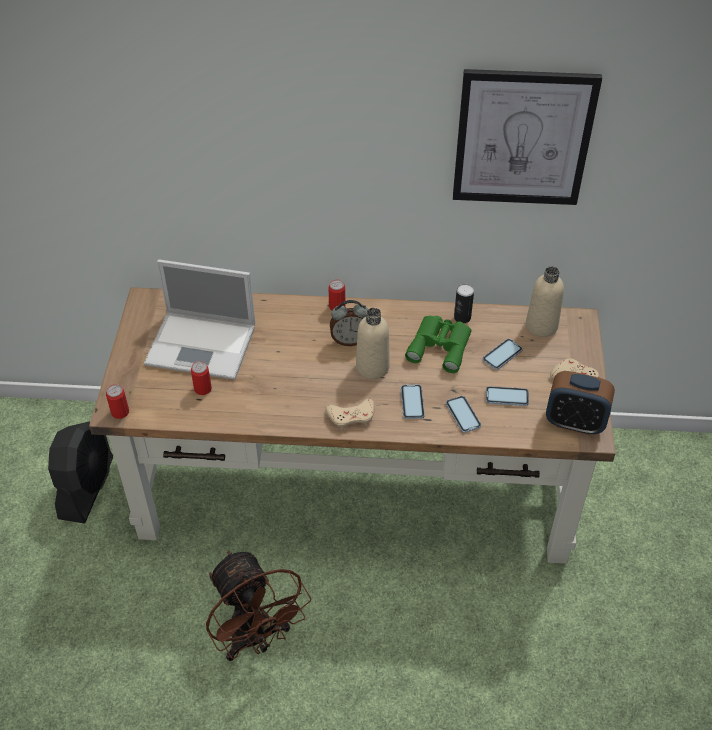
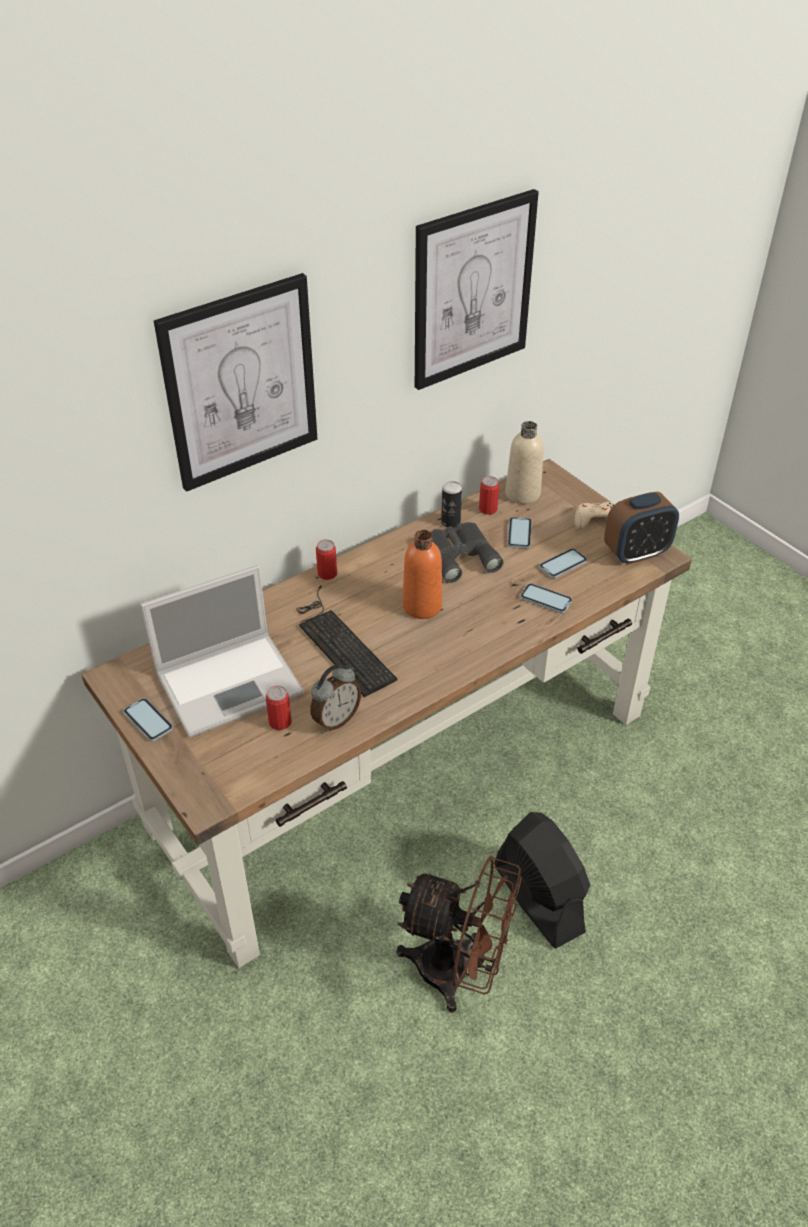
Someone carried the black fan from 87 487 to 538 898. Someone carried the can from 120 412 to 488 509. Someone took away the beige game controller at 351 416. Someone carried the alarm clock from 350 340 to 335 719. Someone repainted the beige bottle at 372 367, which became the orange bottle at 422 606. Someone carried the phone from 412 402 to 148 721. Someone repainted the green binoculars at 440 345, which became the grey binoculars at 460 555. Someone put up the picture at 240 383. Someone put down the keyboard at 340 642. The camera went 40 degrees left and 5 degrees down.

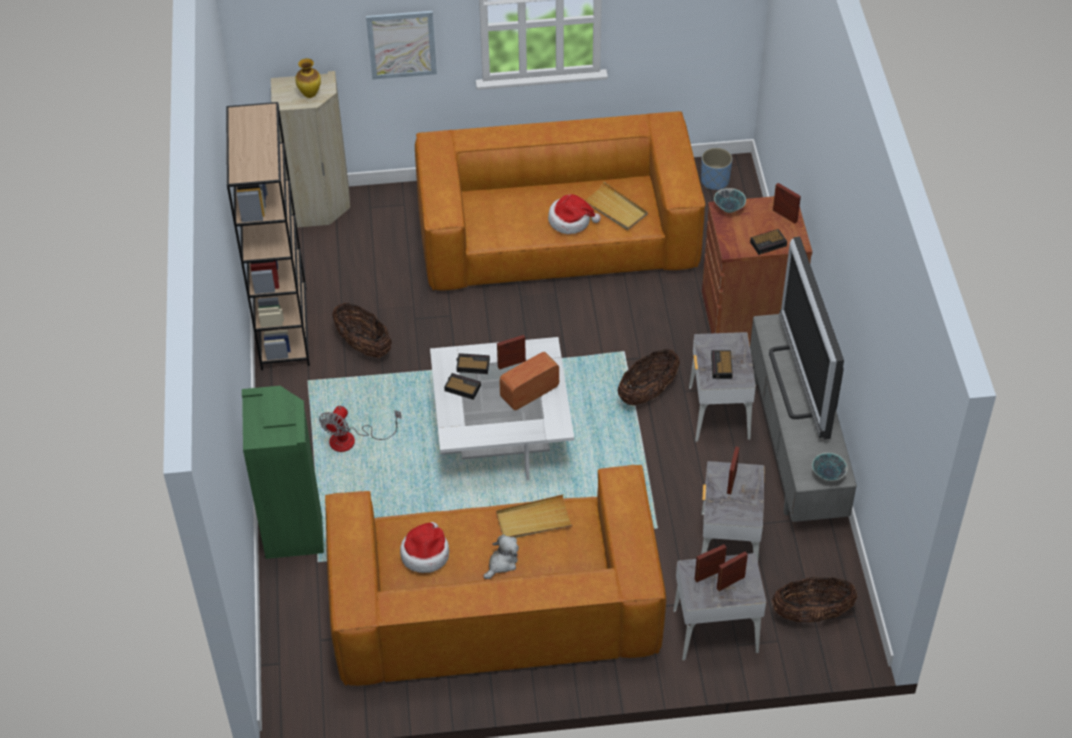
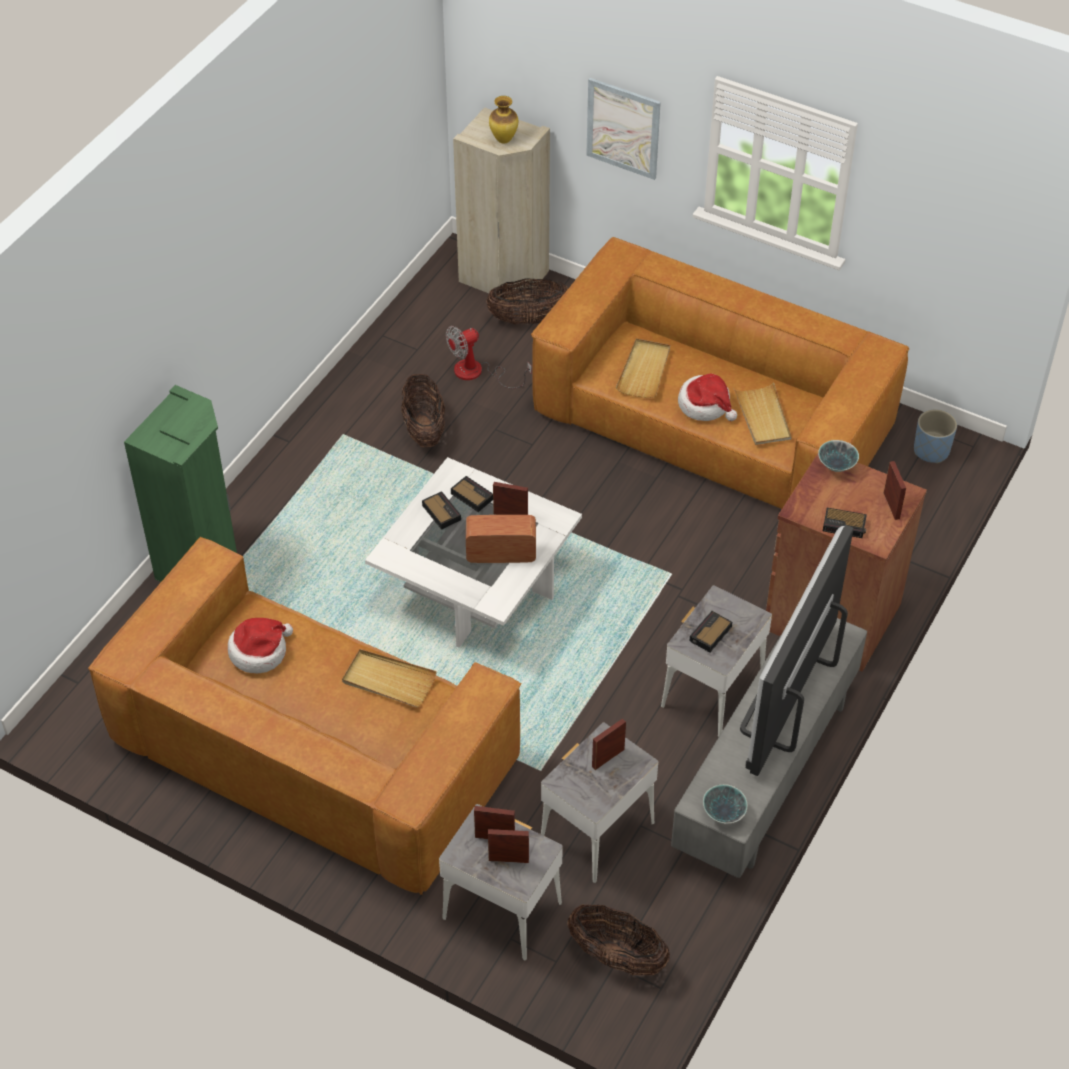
Someone took away the beige bookcase at 283 328. Someone carried the fan from 352 440 to 478 373. Someone took away the plush toy at 502 563. Someone carried the basket from 648 392 to 528 319. Someone put down the beige tray at 644 370. The camera went 35 degrees right and 0 degrees up.

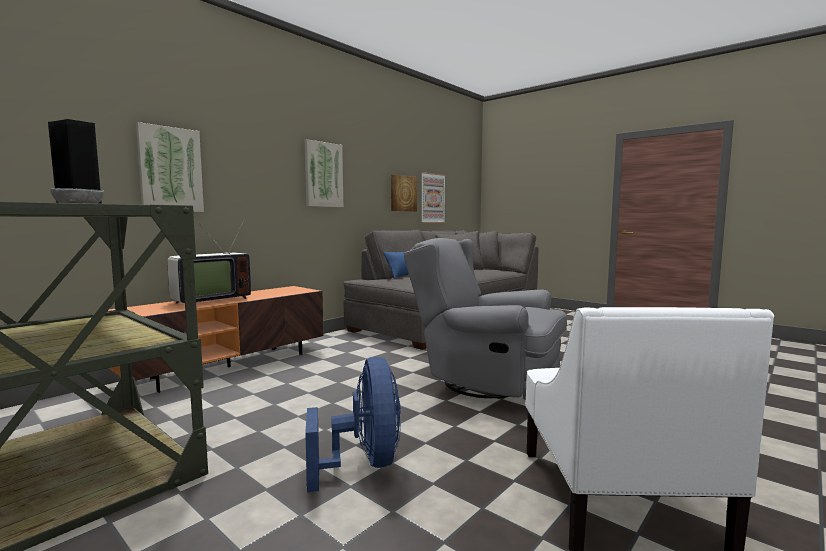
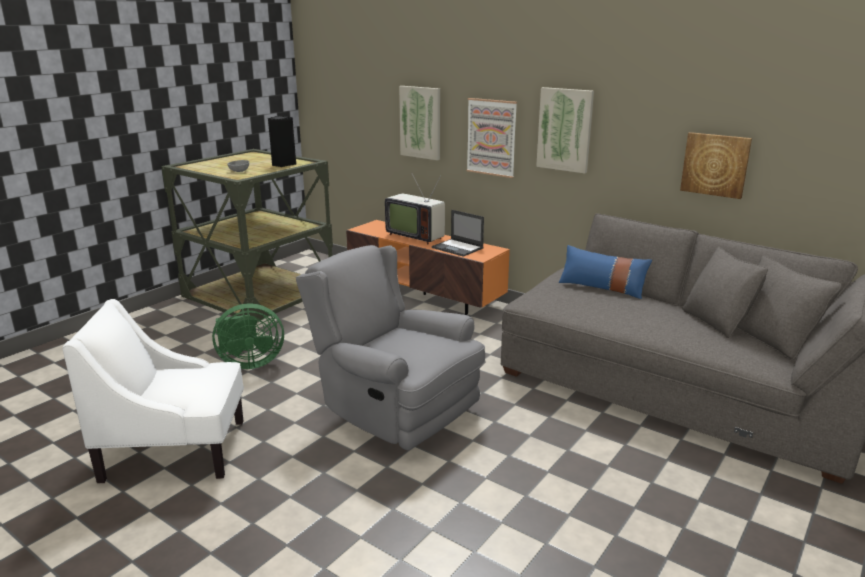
Someone repainted the blue fan at 364 463, which became the green fan at 249 363. Someone rotated the grey armchair at 487 383 by 75 degrees counterclockwise. Someone carried the picture from 432 198 to 491 137. Someone put down the laptop at 458 248. The camera went 85 degrees right and 15 degrees up.

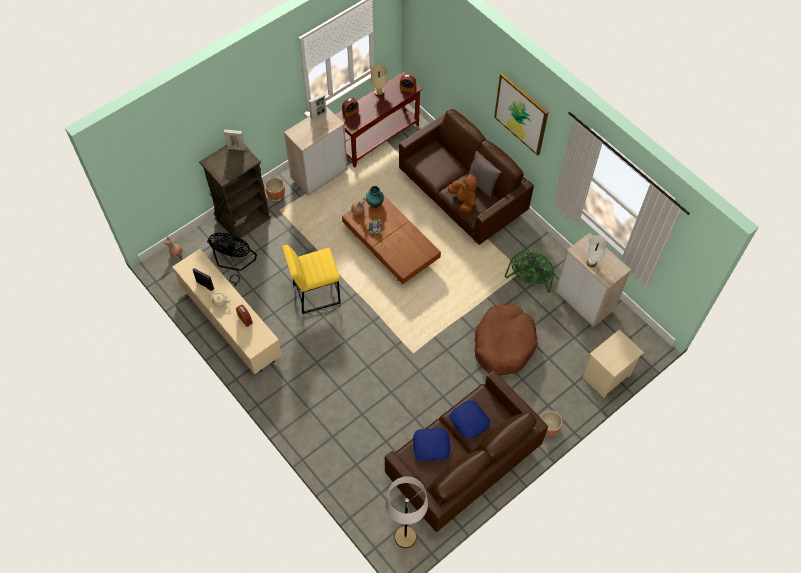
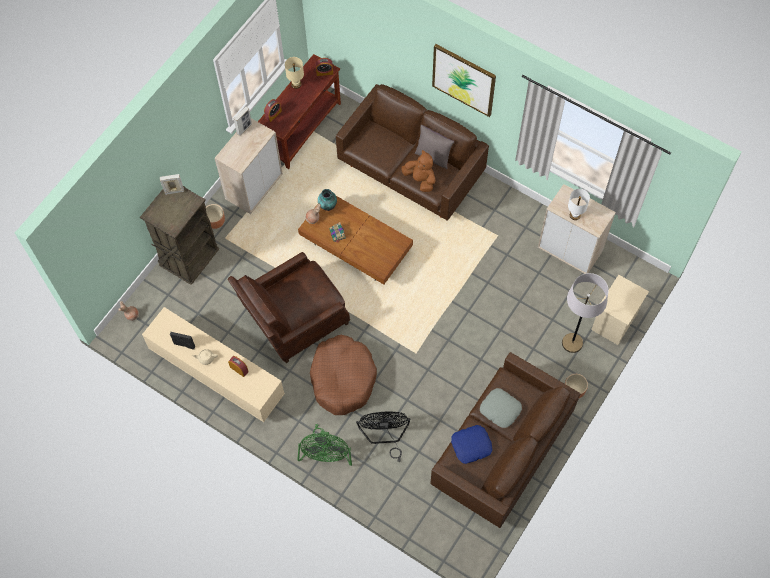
Someone carried the black fan from 233 263 to 386 435. Someone swapped the yellow stool at 315 294 for the brown armchair at 294 319. Someone carried the grey floor lamp from 405 537 to 572 343. Someone repainted the blue pillow at 469 421, which became the grey pillow at 500 409. Someone carried the brown dog bed from 503 344 to 342 378. Someone carried the green fan from 528 277 to 324 452. The camera went 15 degrees left and 5 degrees up.

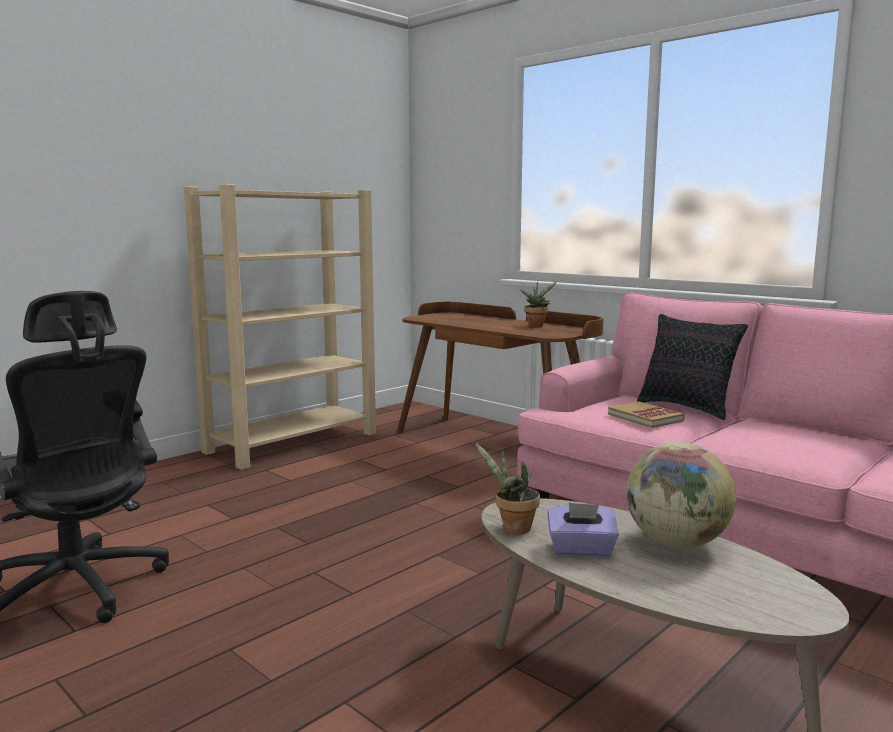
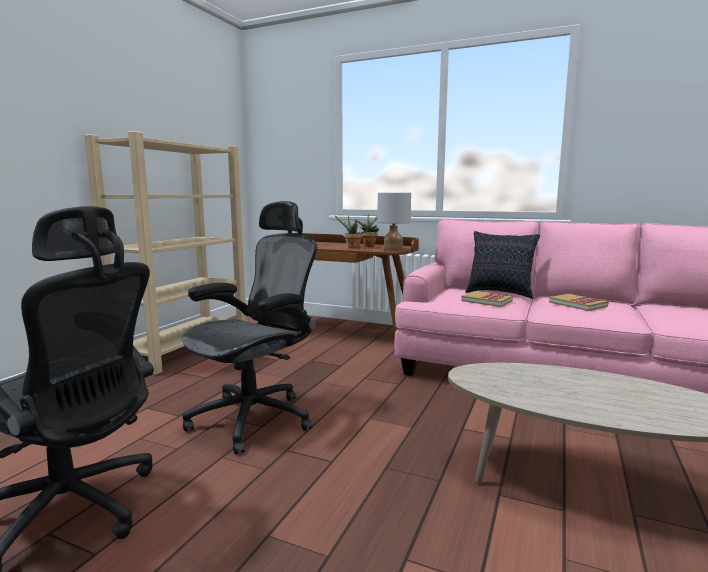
Someone carried the potted plant from 512 528 to 352 247. Someone took away the purple tissue box at 581 550. Someone took away the globe at 676 543. Someone put down the office chair at 256 417. Someone put down the grey table lamp at 393 250. Someone put down the book at 577 304. The camera went 20 degrees left and 0 degrees up.

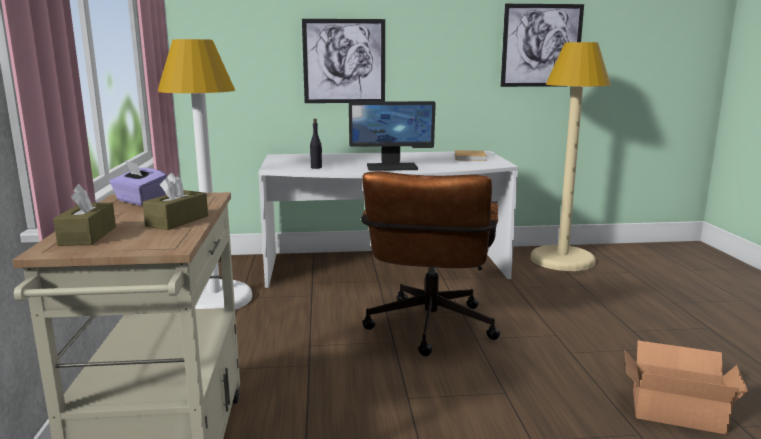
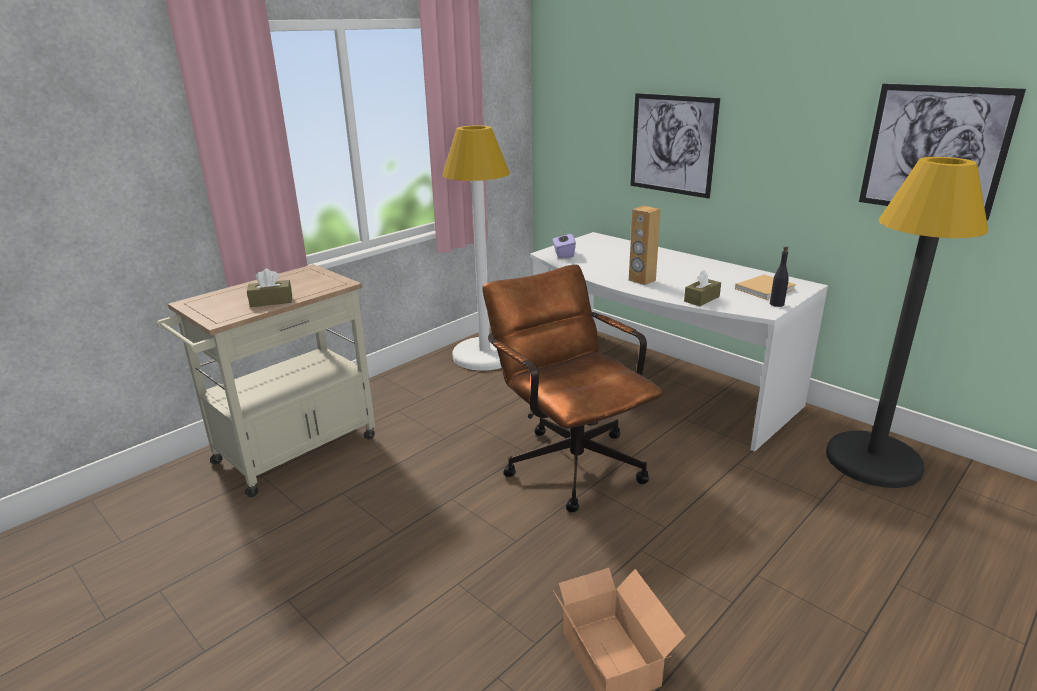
Someone carried the brown tissue box from 88 236 to 701 299. Someone carried the purple tissue box from 140 201 to 563 254. Someone carried the black bottle from 316 167 to 777 304. Someone swapped the monitor at 392 167 for the brown speaker at 641 280. Someone rotated the brown office chair at 429 331 by 90 degrees clockwise. Someone repainted the beige floor lamp at 562 260, which became the black floor lamp at 873 460. The camera went 50 degrees right and 10 degrees up.

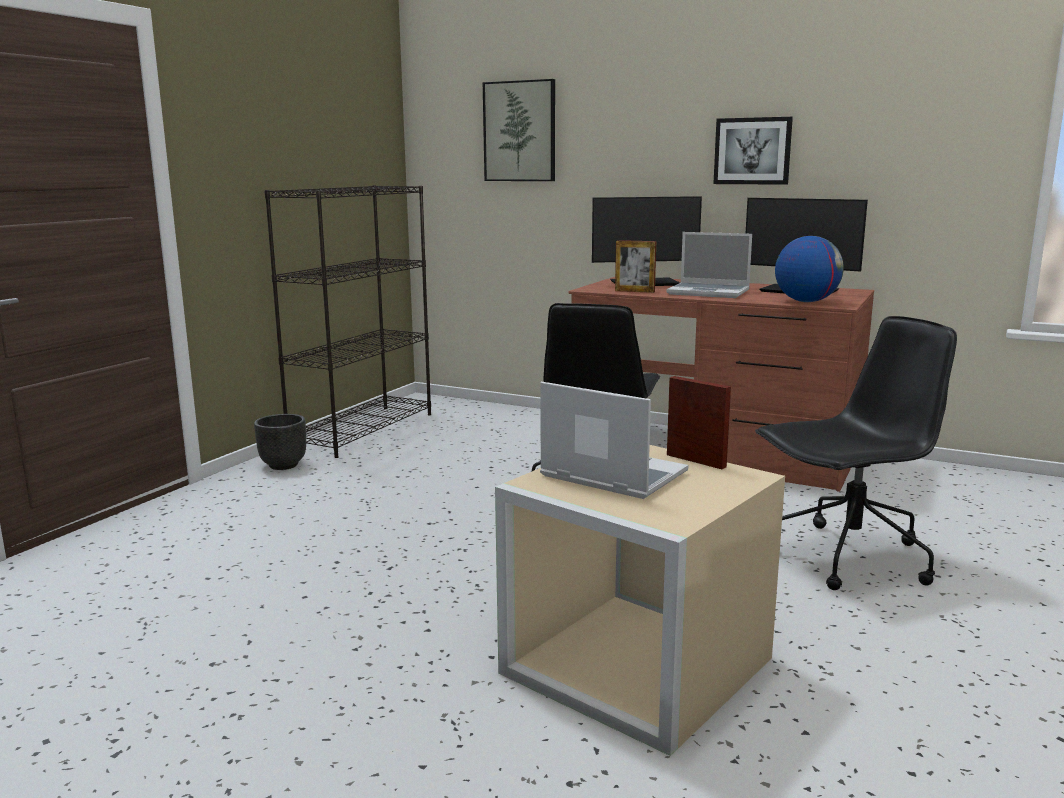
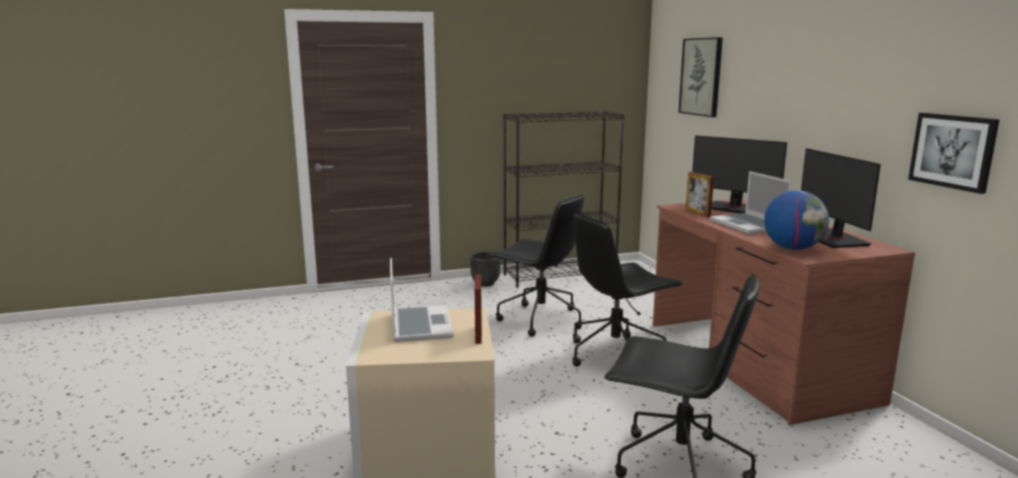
Someone carried the picture from 752 151 to 953 151. Someone put down the black office chair at 537 319. The camera went 45 degrees right and 0 degrees up.

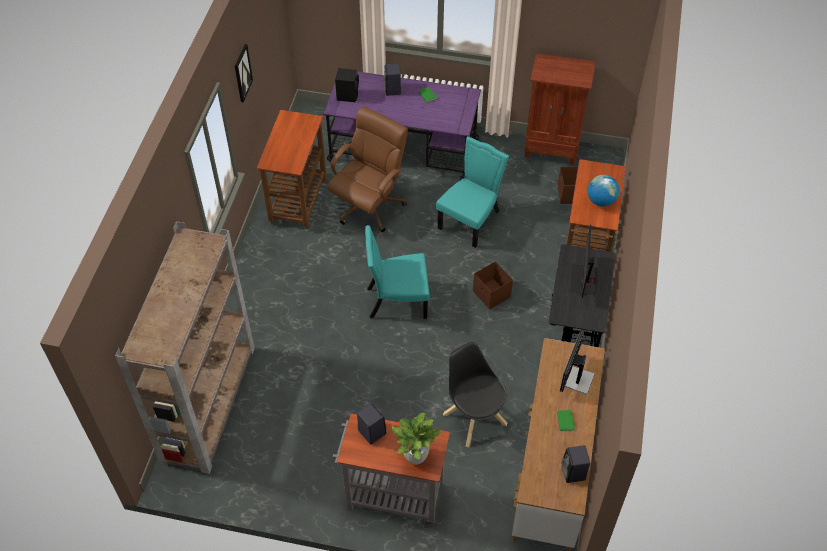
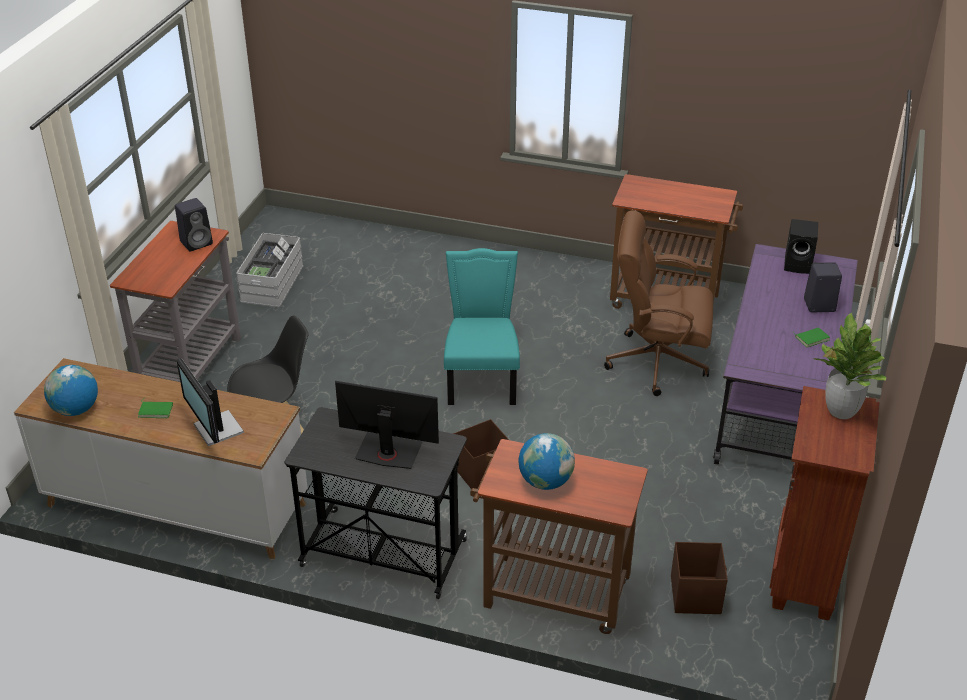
Someone took away the brown bookcase at 209 404. Someone took away the picture at 242 73. Someone rotated the brown office chair at 369 206 by 150 degrees clockwise. Someone carried the potted plant from 415 457 to 841 411. Someone took away the turquoise chair at 469 222. Someone rotated the monitor at 576 380 by 150 degrees counterclockwise. Someone swapped the black speaker at 574 473 for the globe at 75 409. Someone put down the grey storage box at 271 283. The camera went 95 degrees right and 15 degrees down.

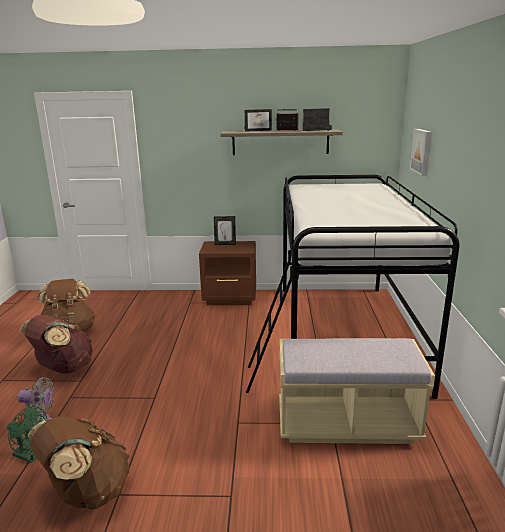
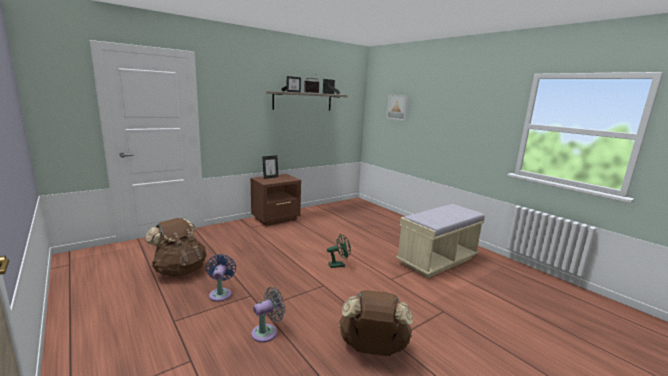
Someone carried the green fan from 31 456 to 339 265. Someone swapped the brown backpack at 63 368 for the blue fan at 221 293. Someone took away the black bed at 341 334. The camera went 40 degrees left and 5 degrees down.

